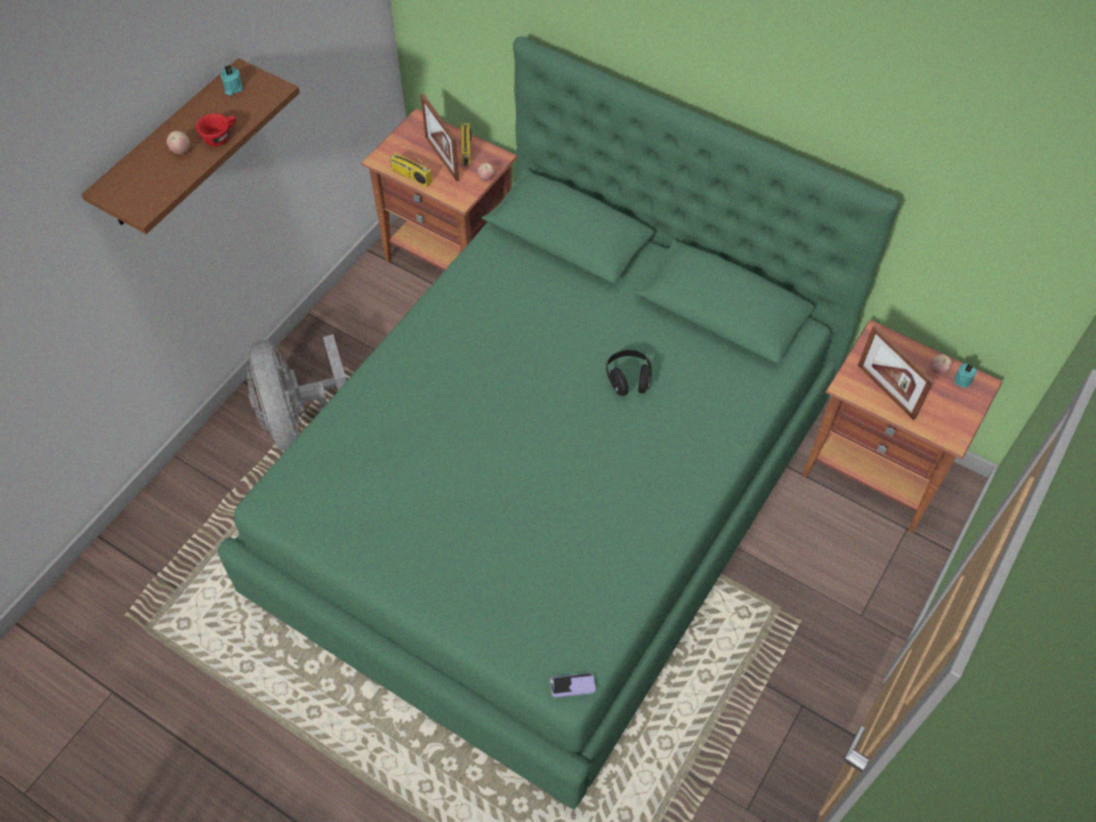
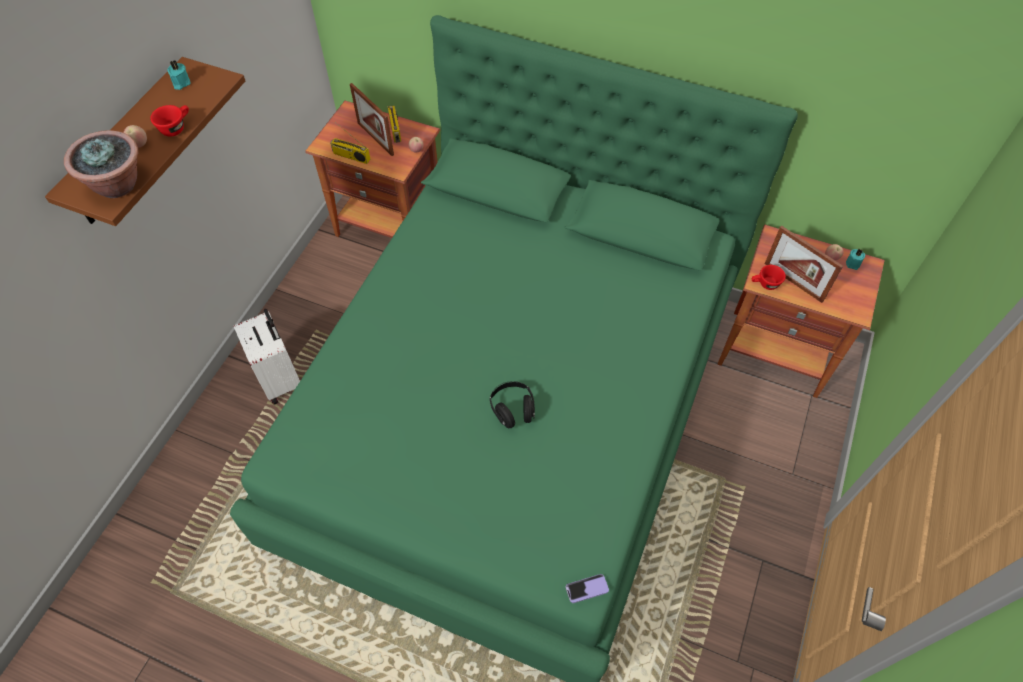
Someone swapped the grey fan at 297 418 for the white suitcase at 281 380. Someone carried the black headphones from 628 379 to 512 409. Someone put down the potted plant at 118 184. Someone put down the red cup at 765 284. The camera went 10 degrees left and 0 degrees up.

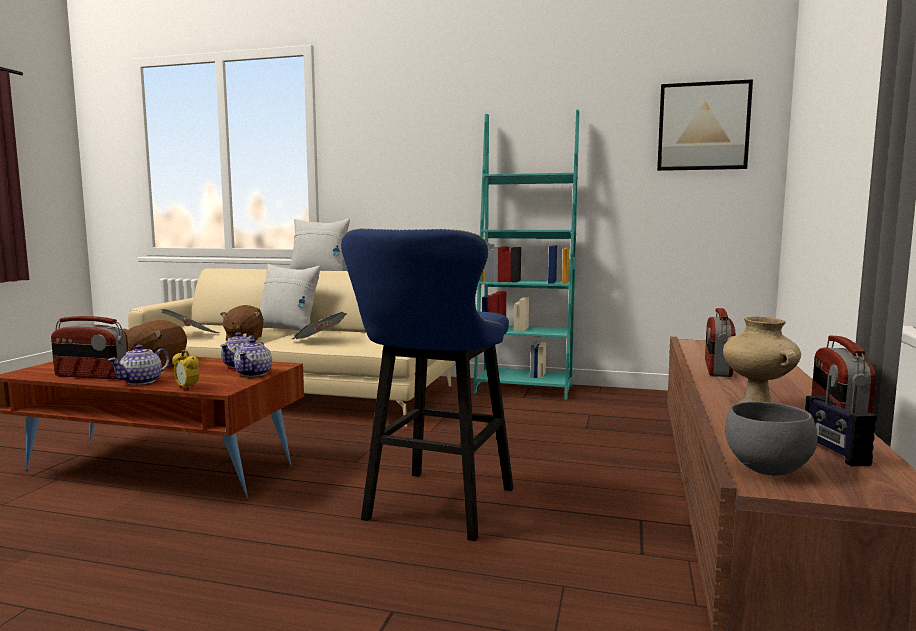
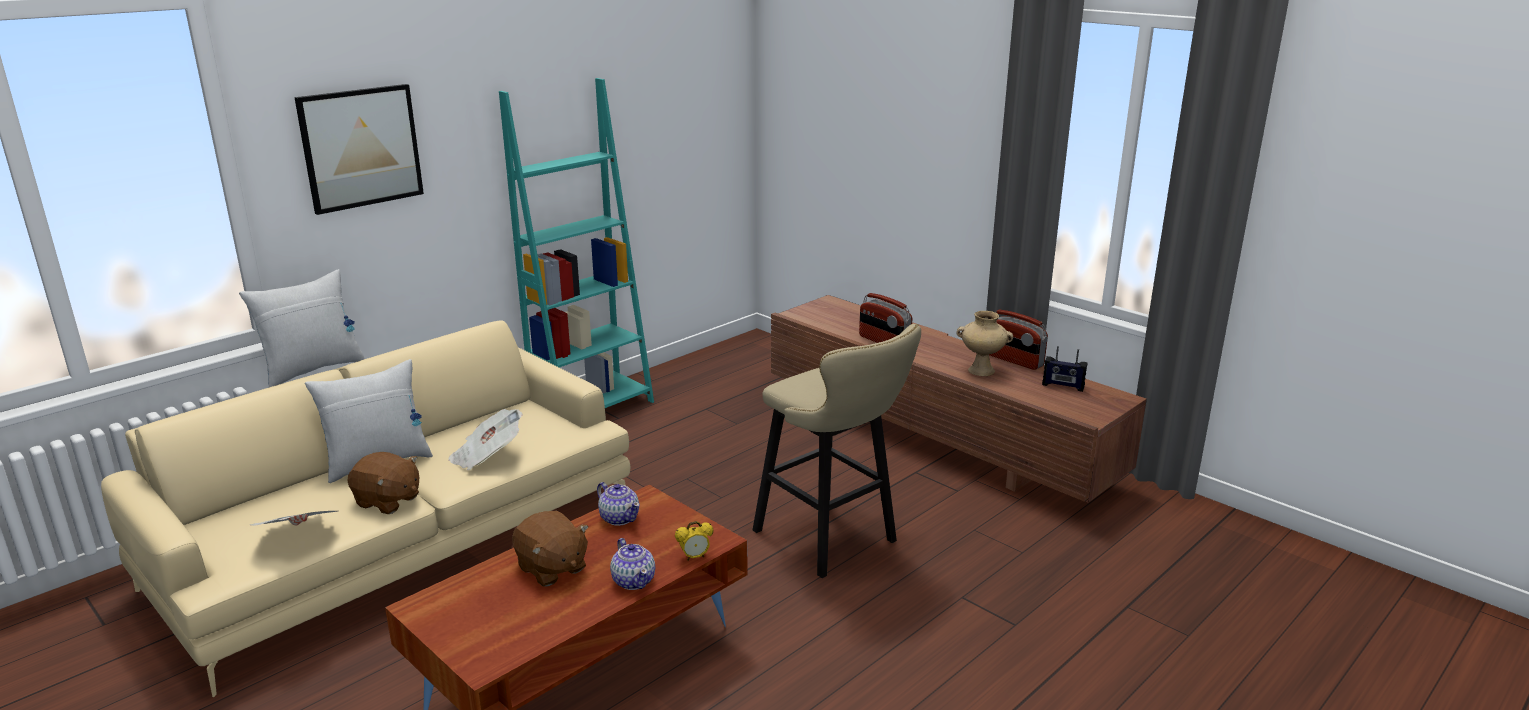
Someone took away the radio at 91 376. Someone took away the teapot at 254 373. Someone repainted the blue stool at 433 511, which became the beige stool at 834 543. Someone carried the picture from 703 126 to 361 147. Someone took away the grey bowl at 766 469. The camera went 60 degrees left and 15 degrees up.

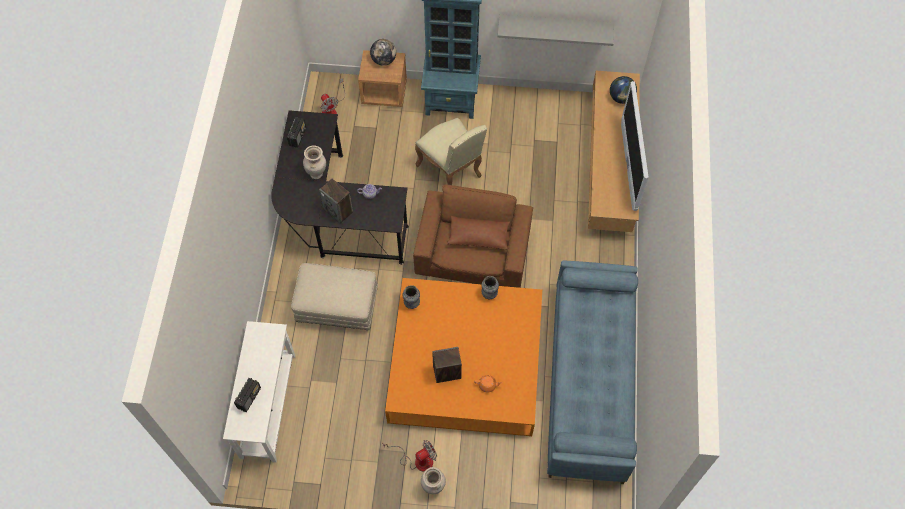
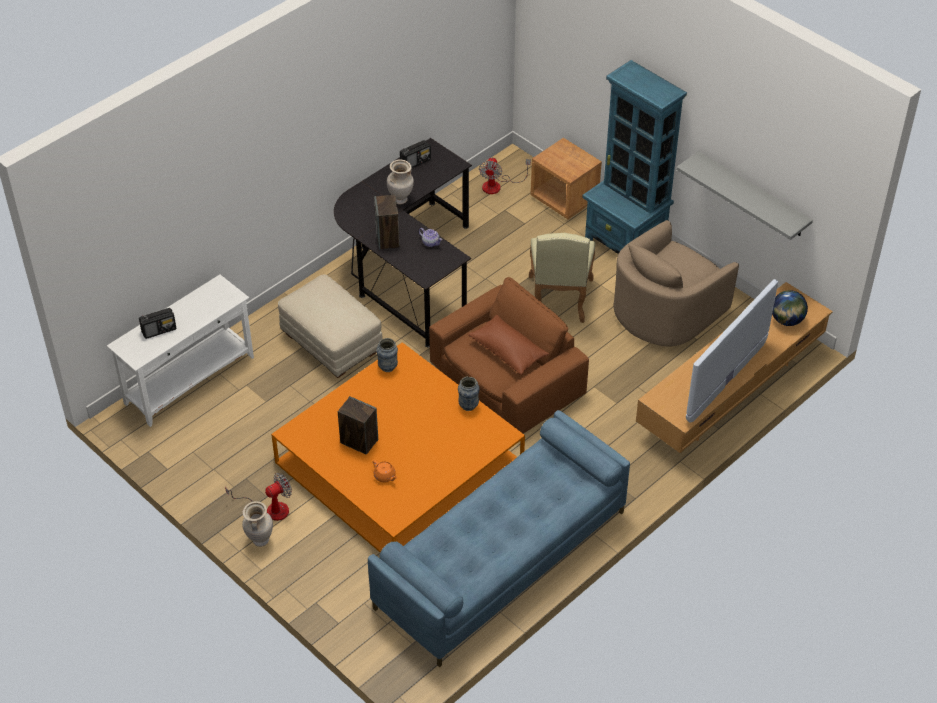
Someone took away the globe at 384 60. Someone rotated the fan at 417 460 by 45 degrees counterclockwise. Someone put down the beige armchair at 666 310. The camera went 40 degrees right and 15 degrees down.

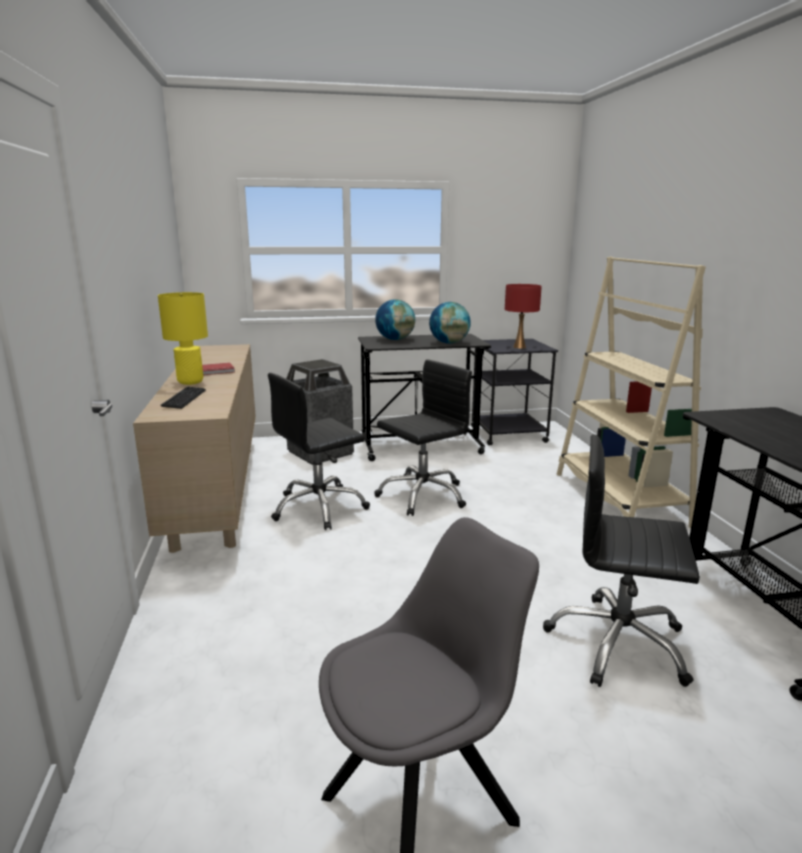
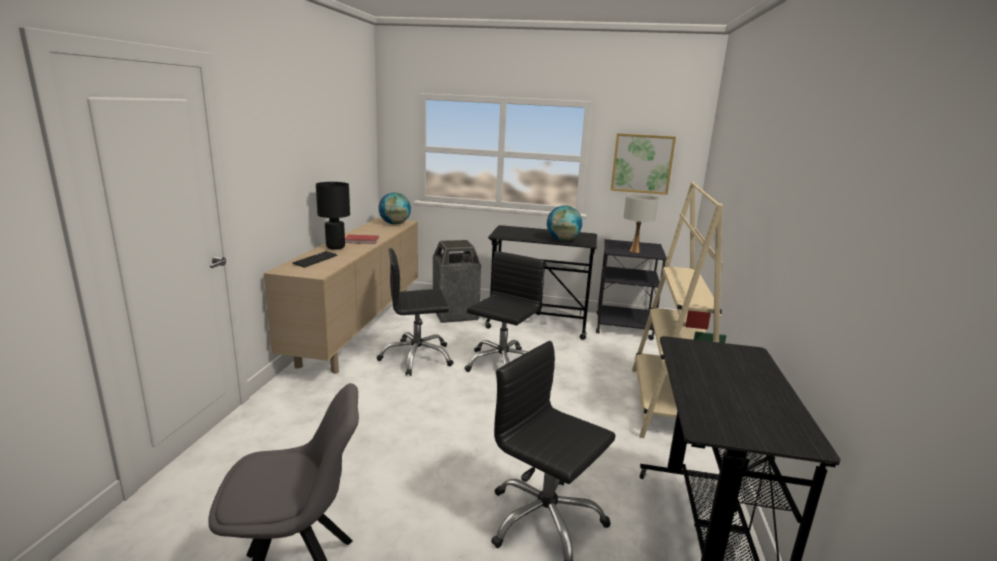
Someone repainted the yellow table lamp at 191 383, which became the black table lamp at 336 248. Someone rotated the black office chair at 422 495 by 45 degrees counterclockwise. Someone carried the globe from 395 339 to 395 224. Someone repainted the red table lamp at 519 347, which became the white table lamp at 634 251. Someone put up the picture at 642 163. The camera went 20 degrees right and 0 degrees up.

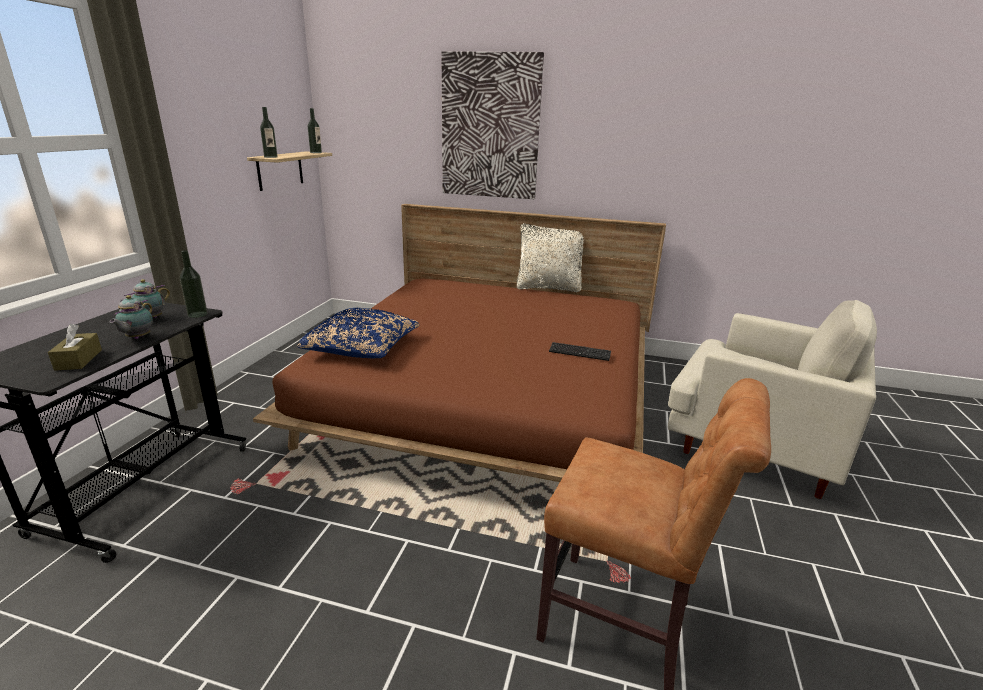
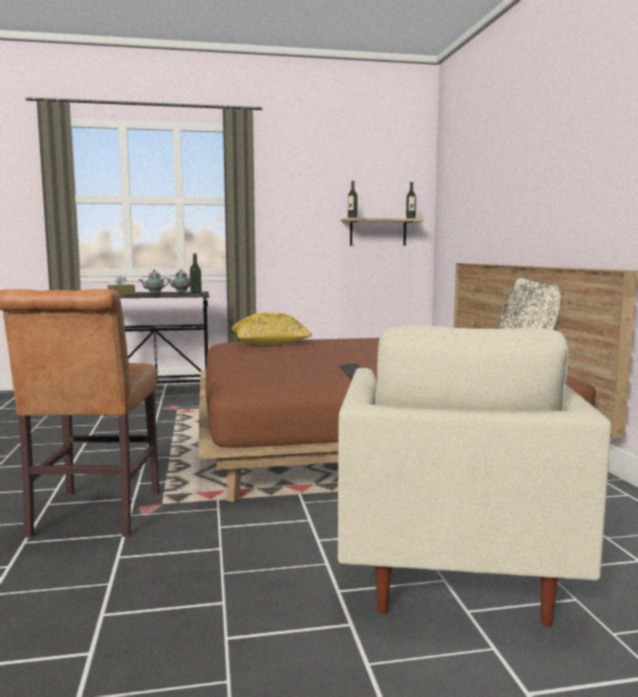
Someone repainted the blue pillow at 362 347, which became the yellow pillow at 270 342. Someone took away the picture at 490 127. The camera went 65 degrees right and 15 degrees down.

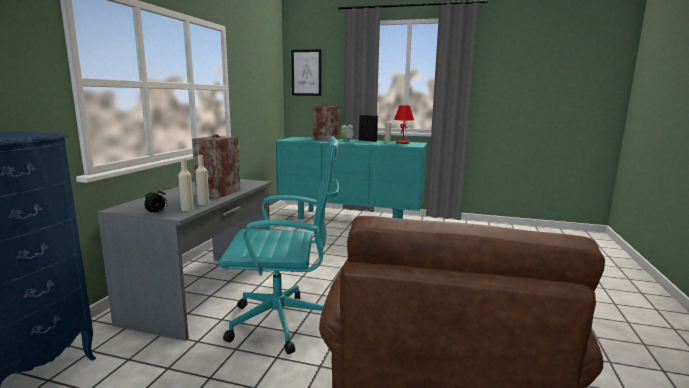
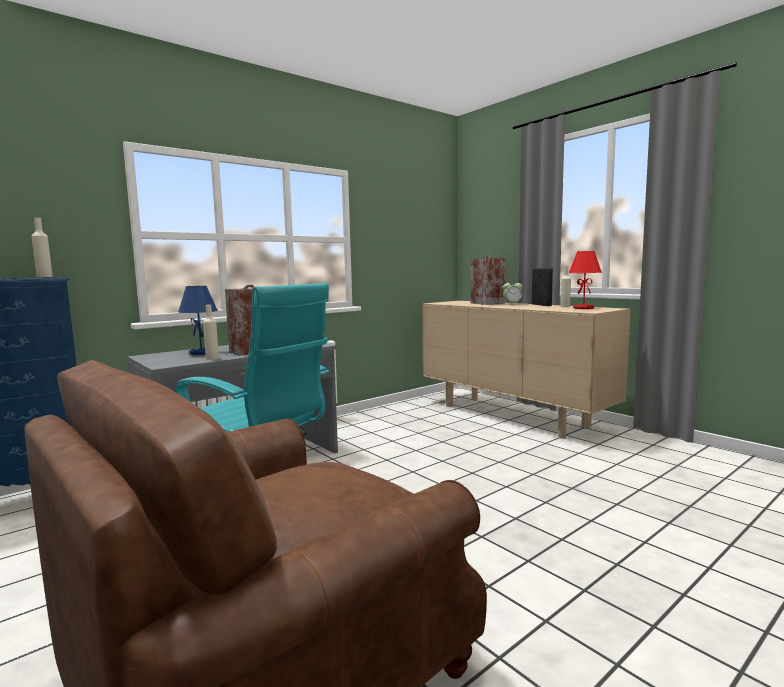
Someone took away the alarm clock at 157 213. Someone carried the beige bottle from 187 209 to 44 277. Someone repainted the turquoise dresser at 350 219, which became the beige dresser at 512 415. Someone took away the picture at 306 73. Someone put down the blue table lamp at 202 353. The camera went 35 degrees right and 5 degrees down.

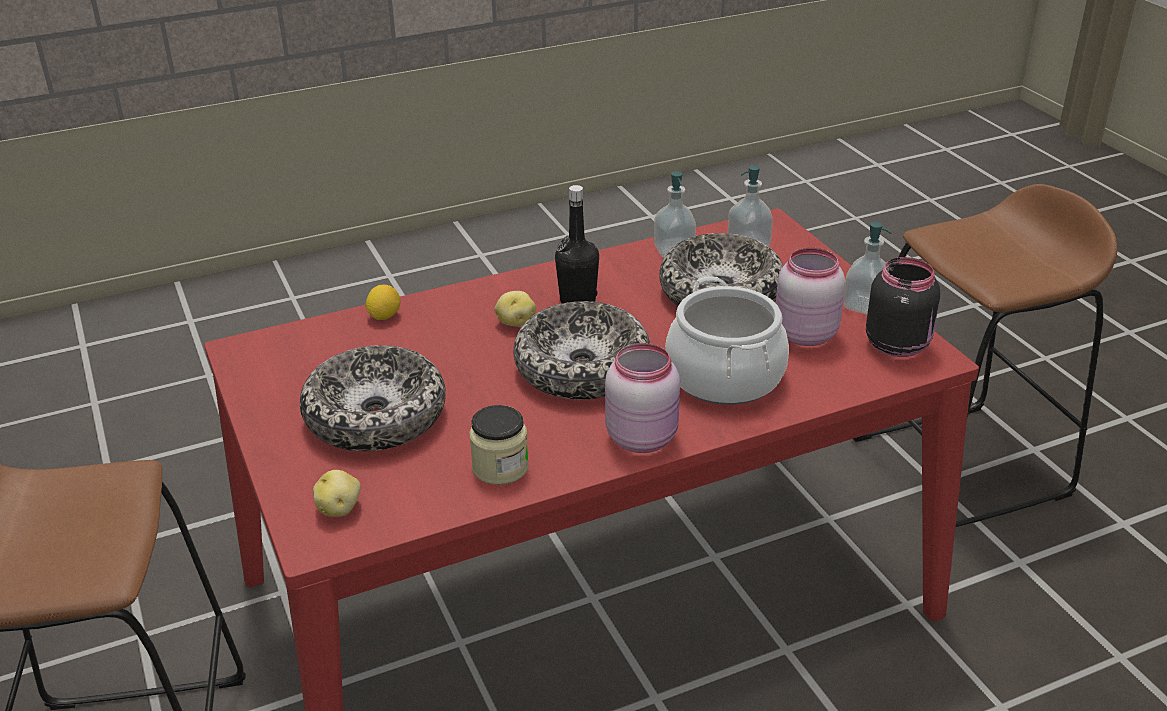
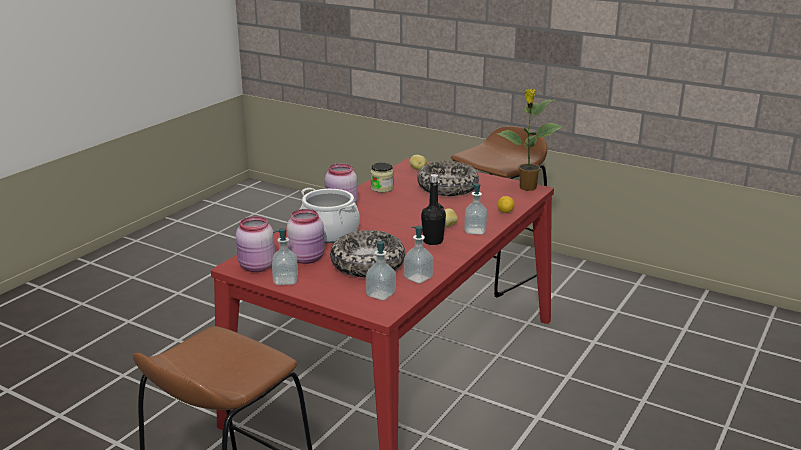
Someone took away the bowl at 582 368. Someone repainted the black jar at 898 344, which became the pink jar at 257 267. Someone put down the soap dispenser at 475 231. Someone put down the potted plant at 527 188. The camera went 145 degrees right and 10 degrees down.

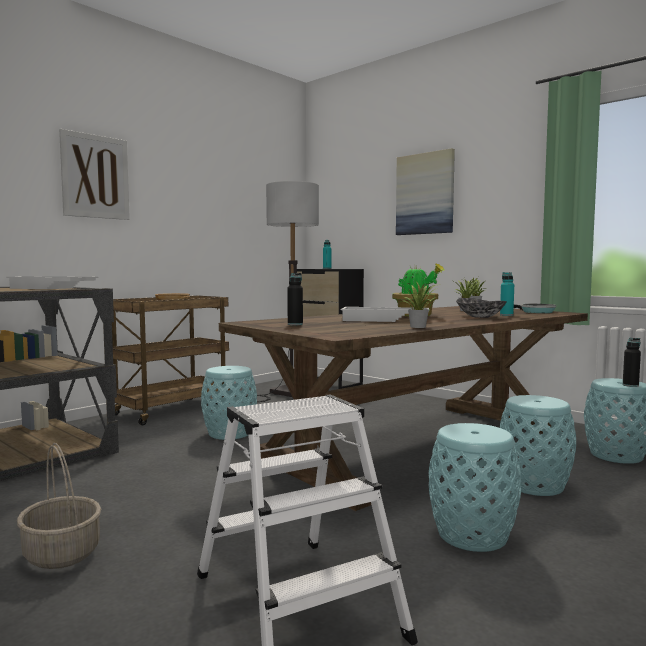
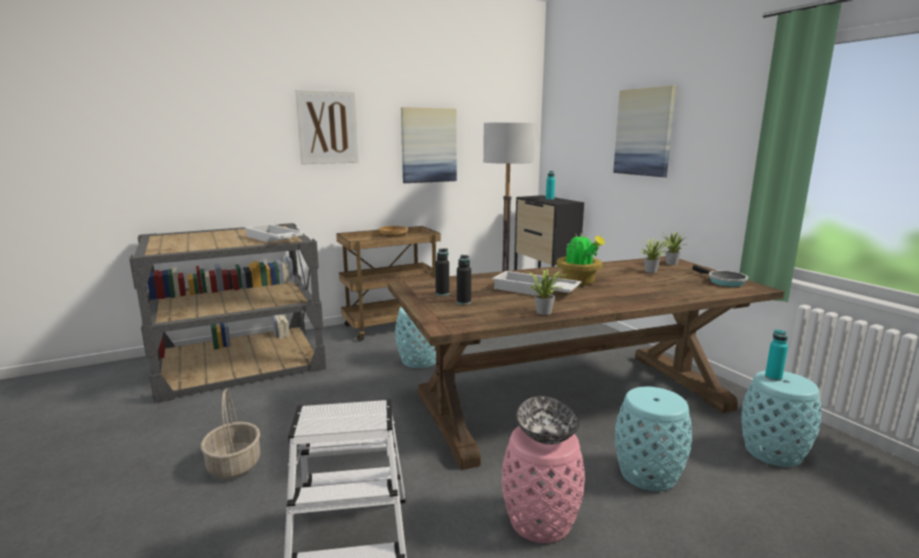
Someone repainted the turquoise stool at 472 535, which became the pink stool at 540 521. Someone carried the bowl from 481 316 to 547 436. Someone carried the turquoise bottle from 506 315 to 773 377. Someone carried the black bottle from 630 385 to 463 302. Someone put up the picture at 428 145. The camera went 20 degrees right and 10 degrees up.

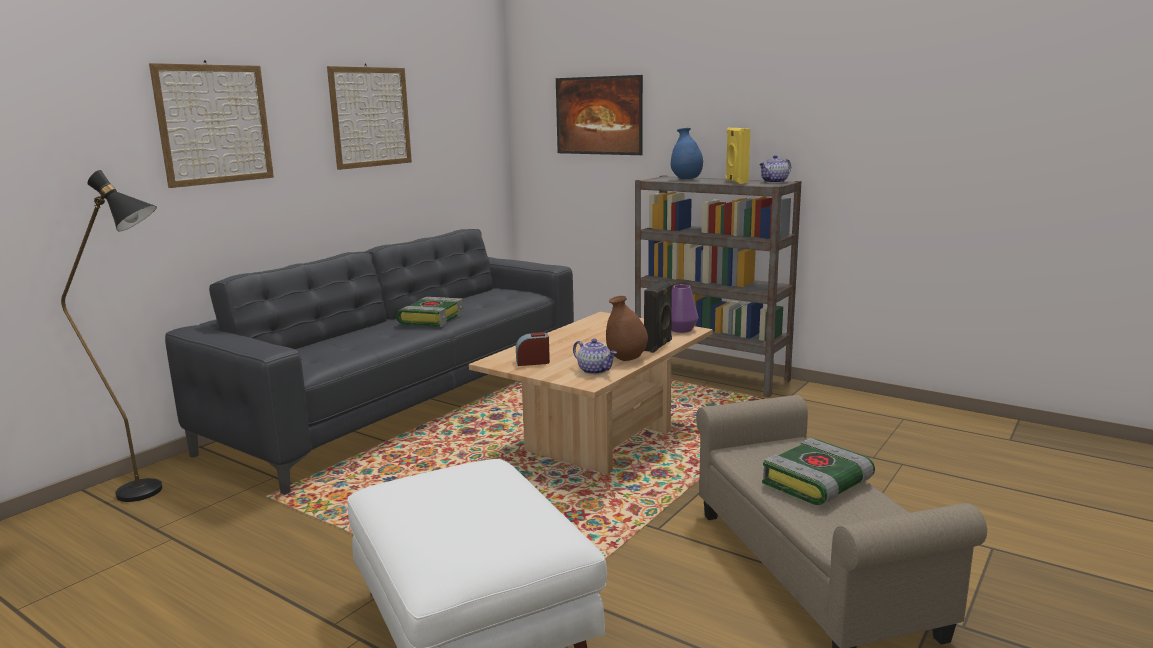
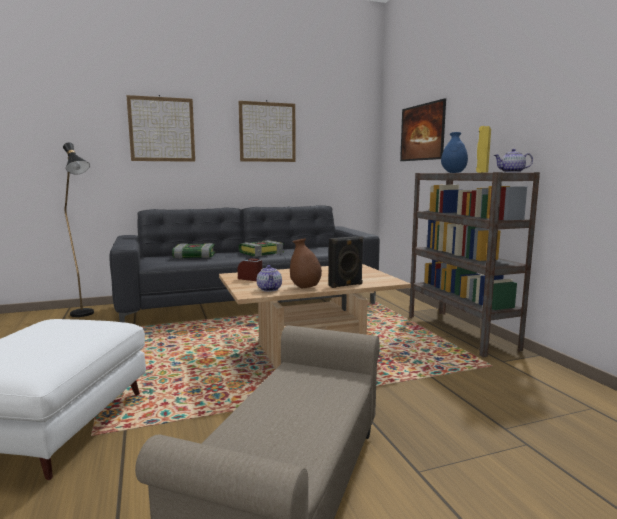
Someone took away the purple vase at 681 329. Someone carried the book from 817 484 to 194 256. The camera went 35 degrees right and 5 degrees down.

